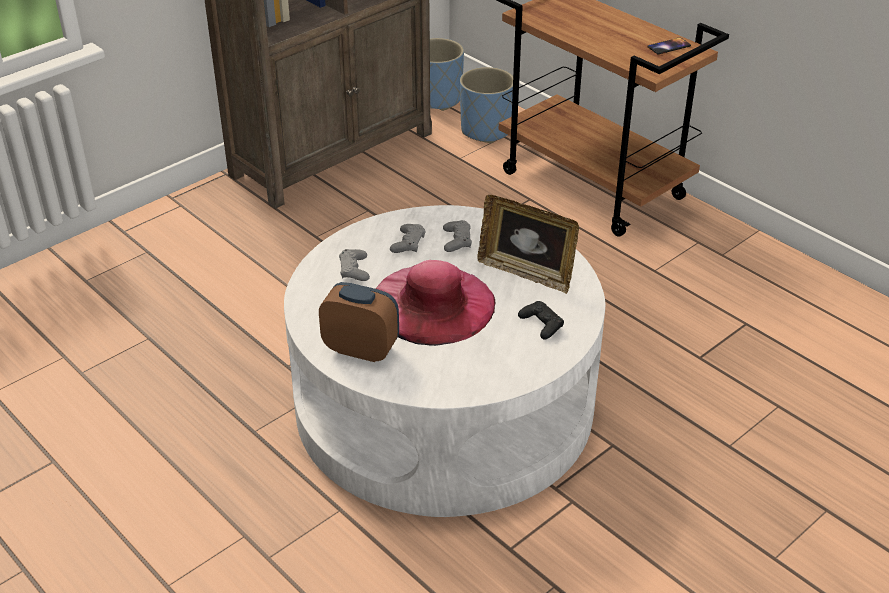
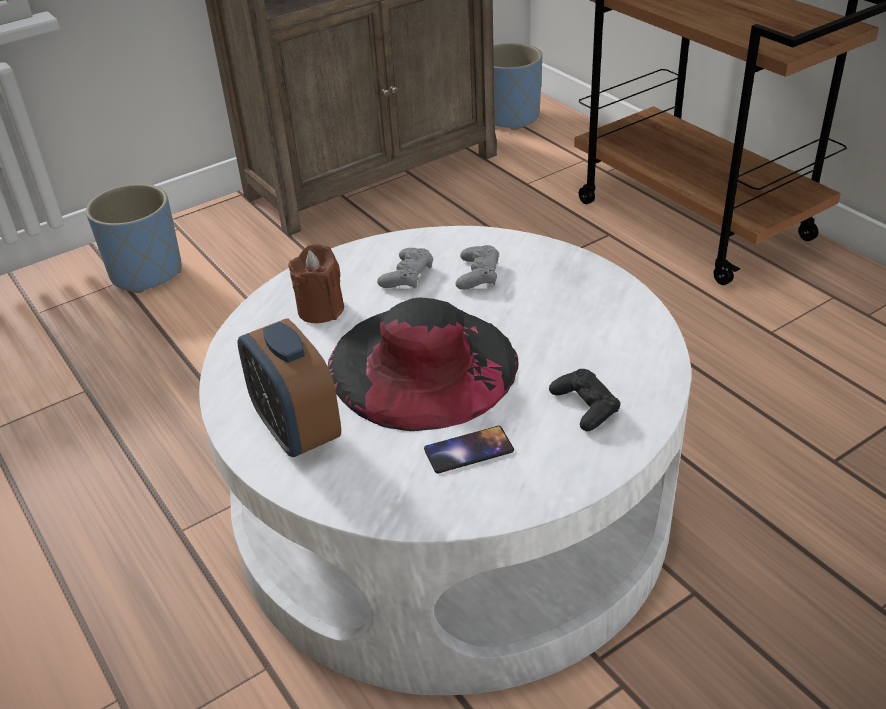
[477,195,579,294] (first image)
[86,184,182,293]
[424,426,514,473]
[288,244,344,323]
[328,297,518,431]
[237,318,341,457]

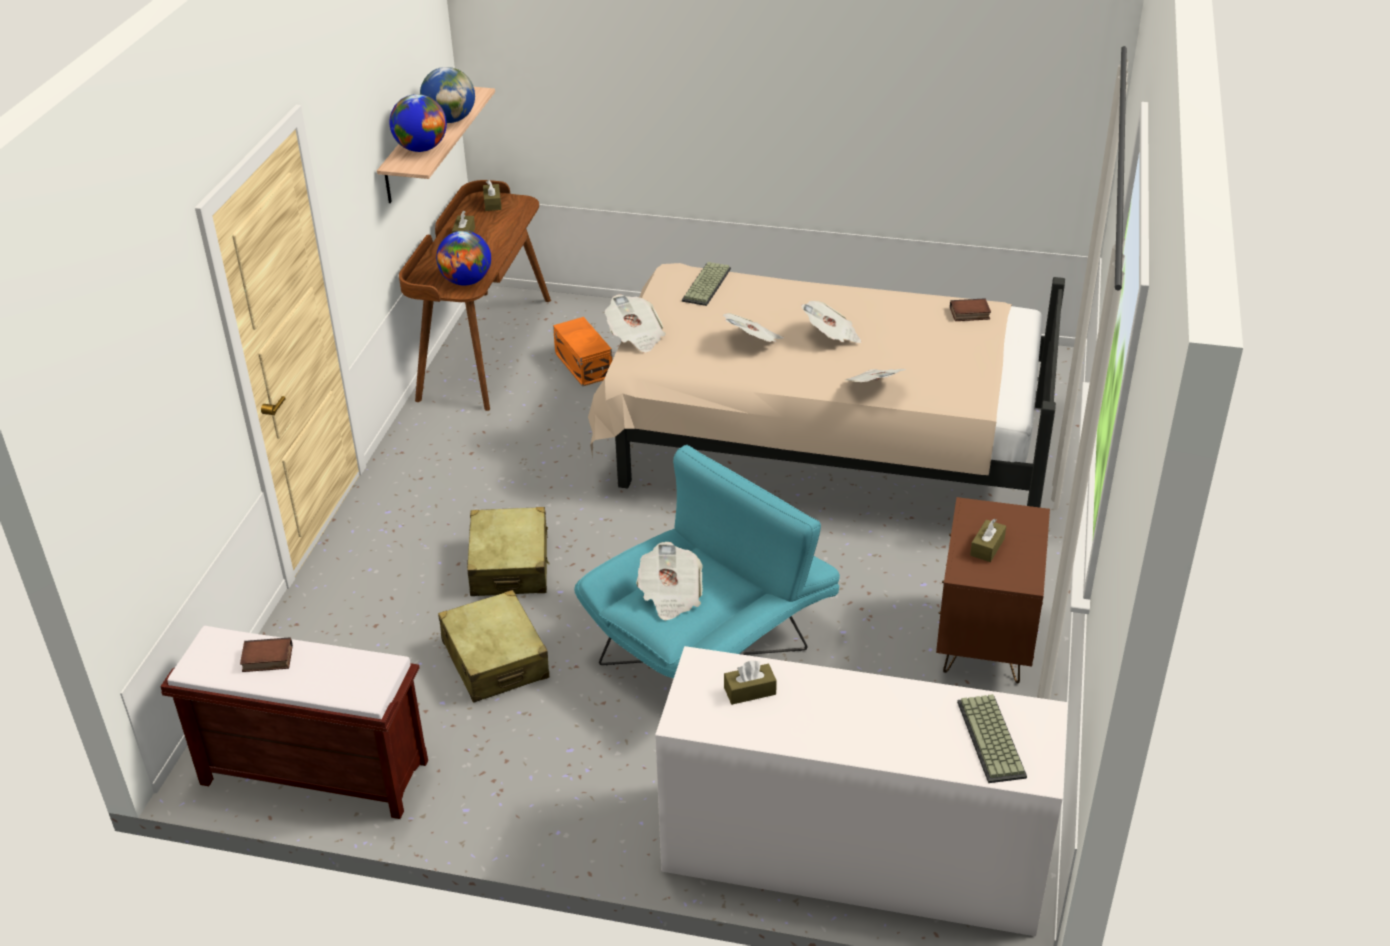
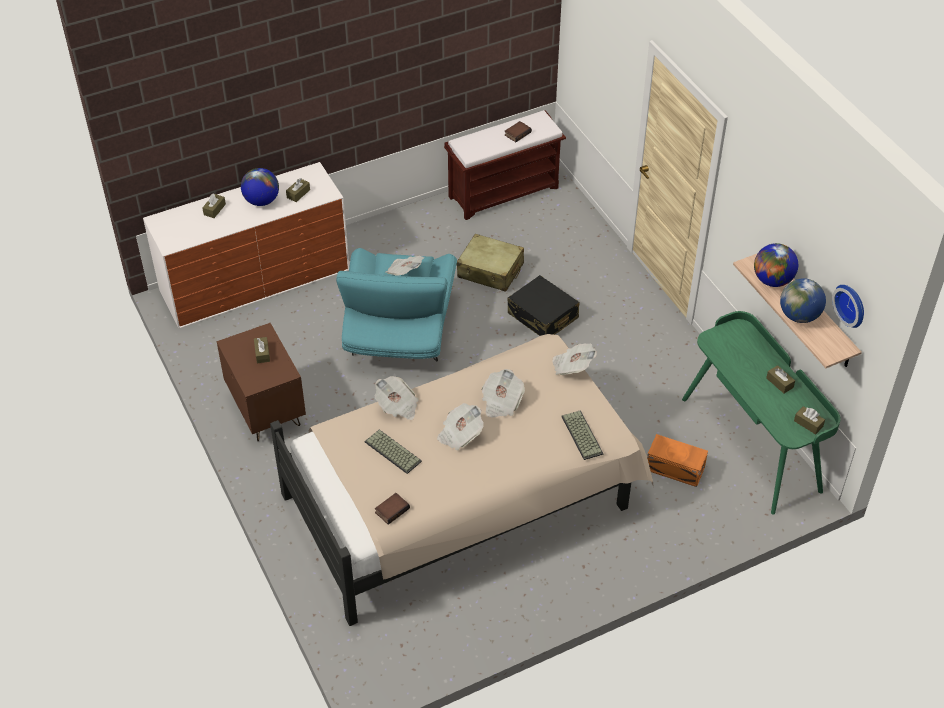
[203,194,226,218]
[832,285,864,328]
[241,168,279,206]
[365,429,422,474]
[682,311,841,515]
[507,275,579,336]

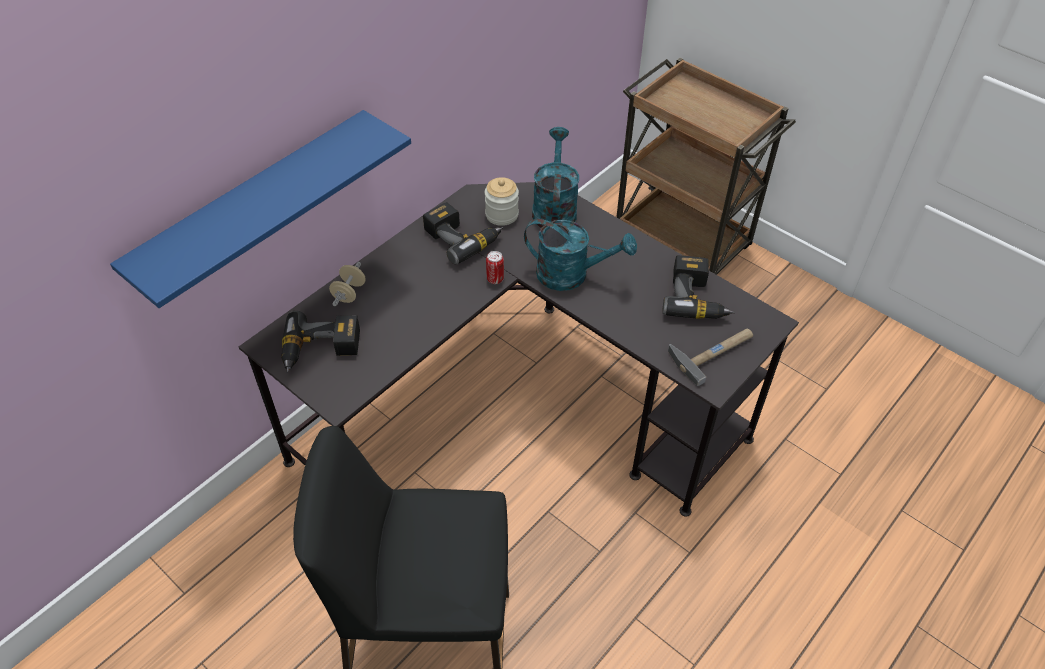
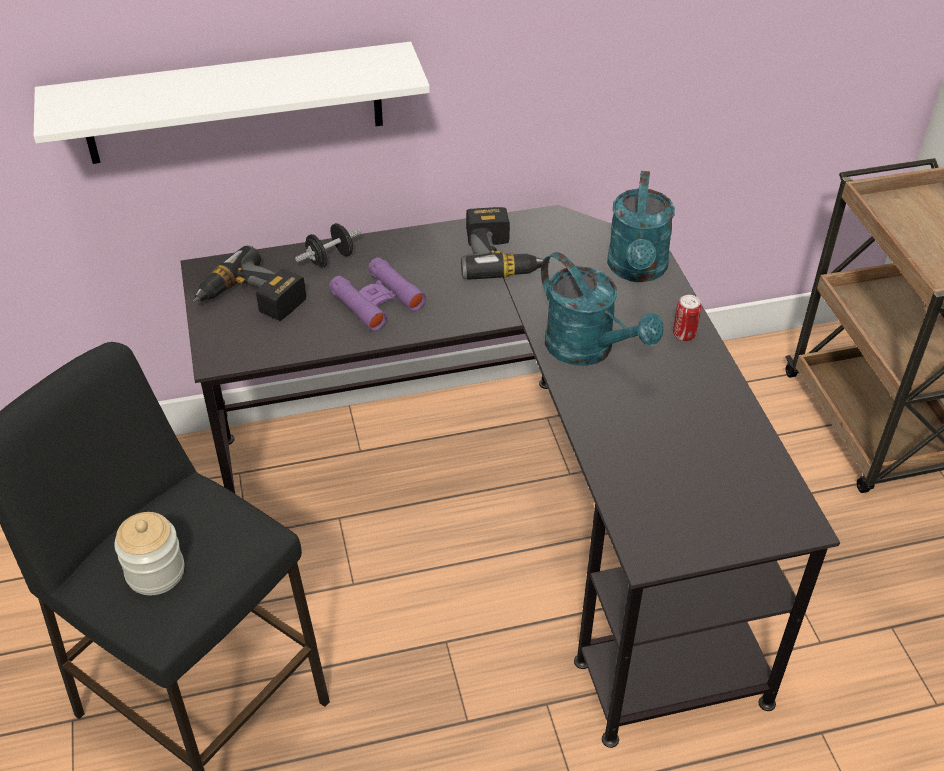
[663,255,735,319] (first image)
[668,328,753,386] (first image)
[329,257,426,331]
[114,512,184,595]
[673,295,701,341]
[34,42,430,164]
[295,223,362,268]
[607,171,675,282]

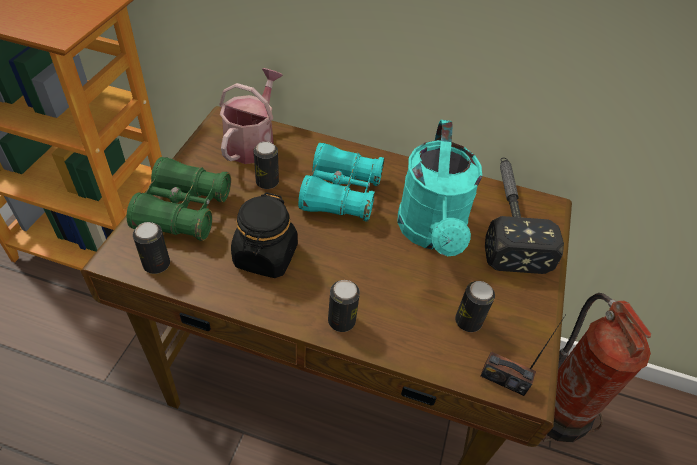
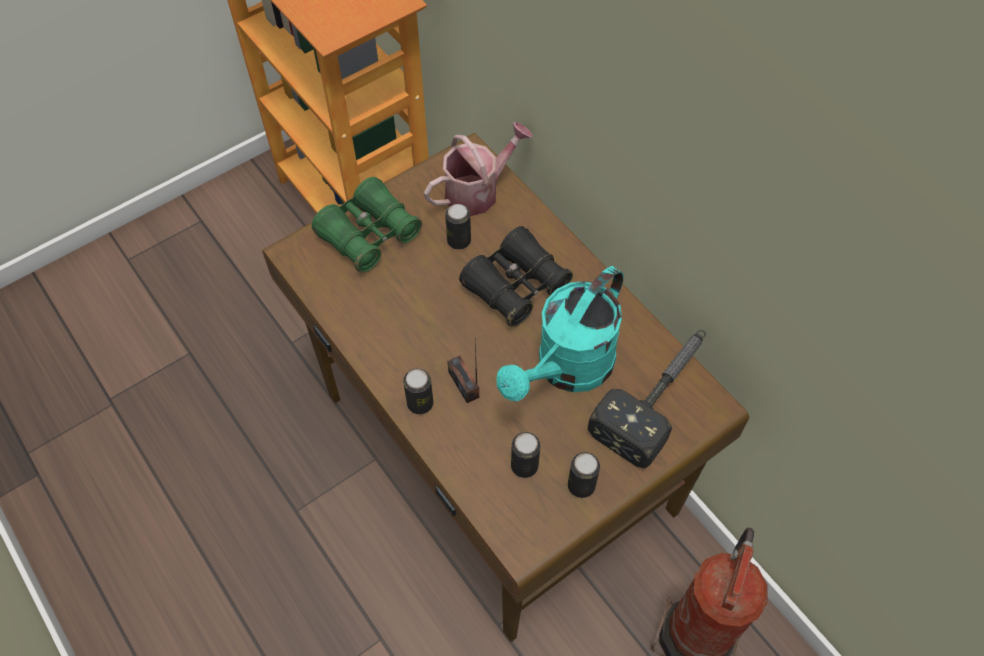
[231,192,298,278] (first image)
[568,452,600,498]
[447,341,479,403]
[459,226,573,327]

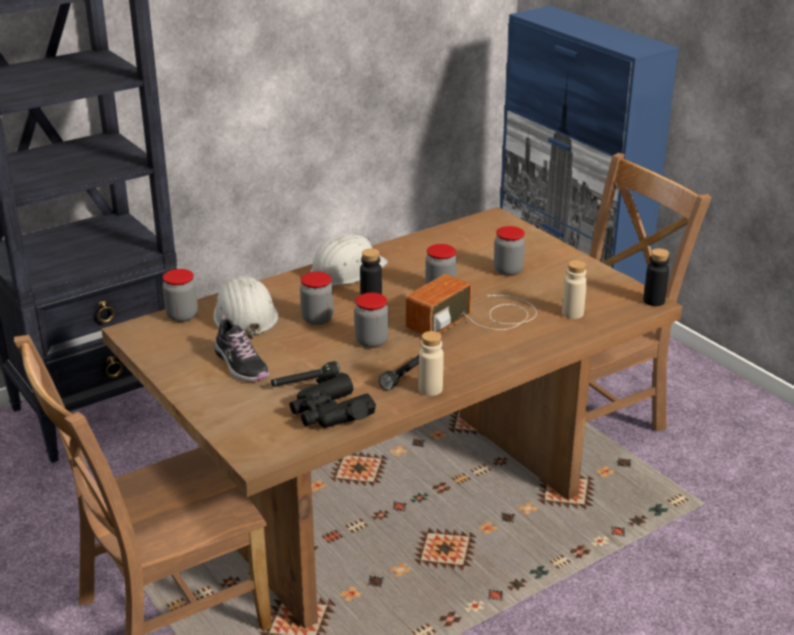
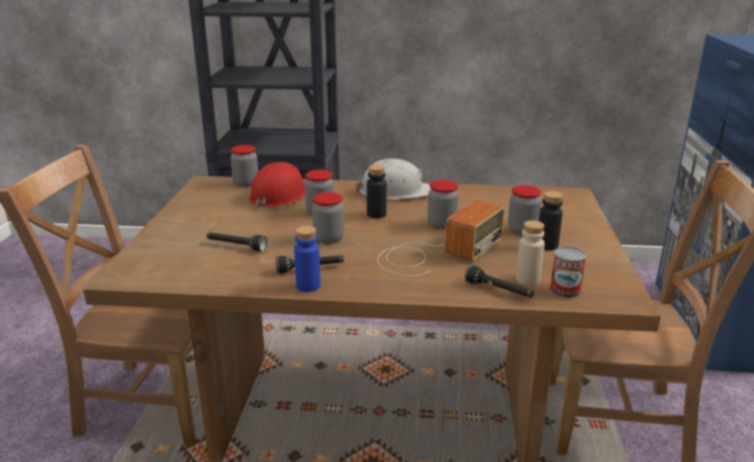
[214,315,269,381] (first image)
[289,372,376,428] (first image)
[465,265,534,298]
[550,246,586,299]
[539,191,563,250]
[249,162,305,208]
[294,226,321,292]
[377,200,505,277]

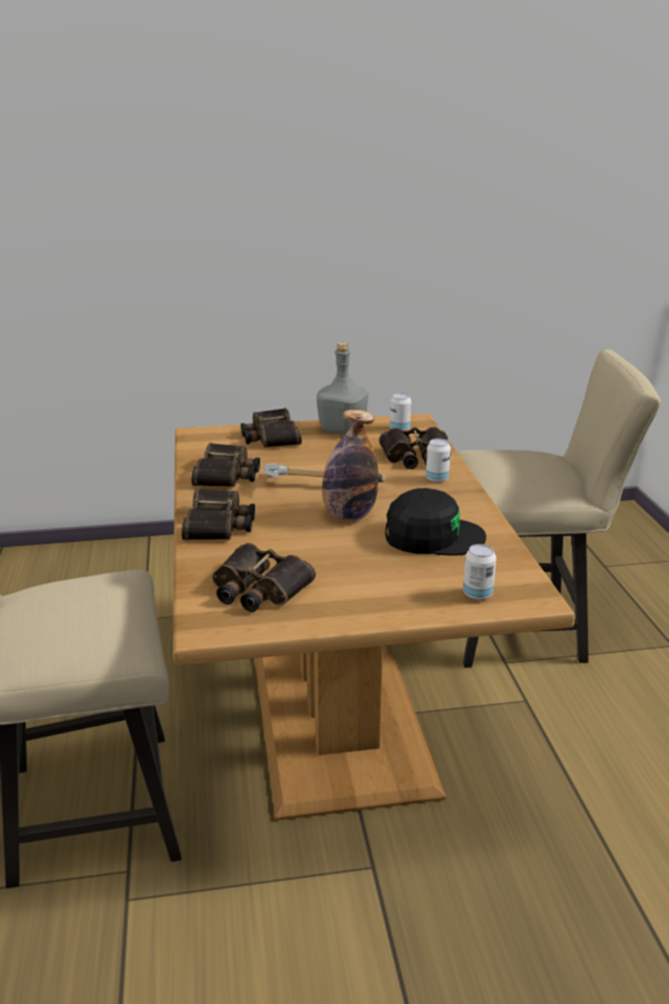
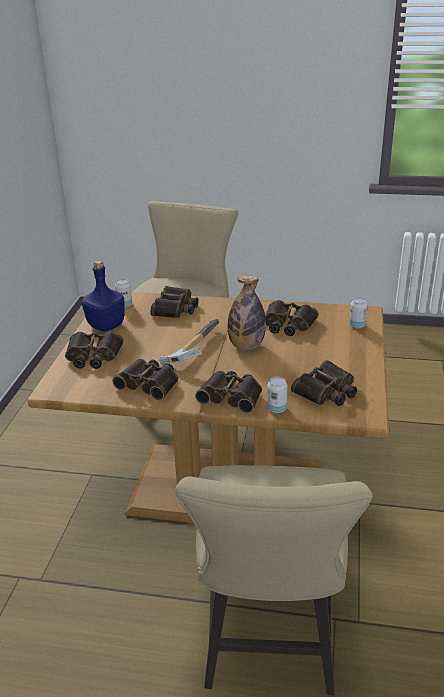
[267,377,288,413]
[265,300,318,336]
[82,261,125,331]

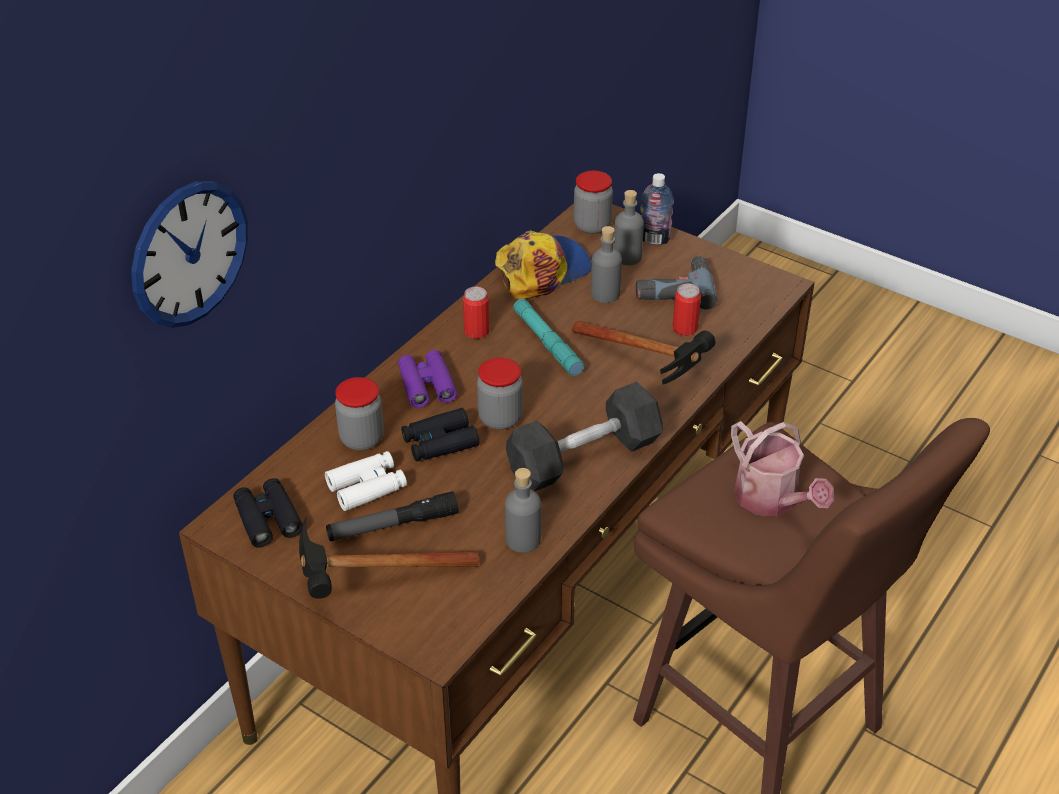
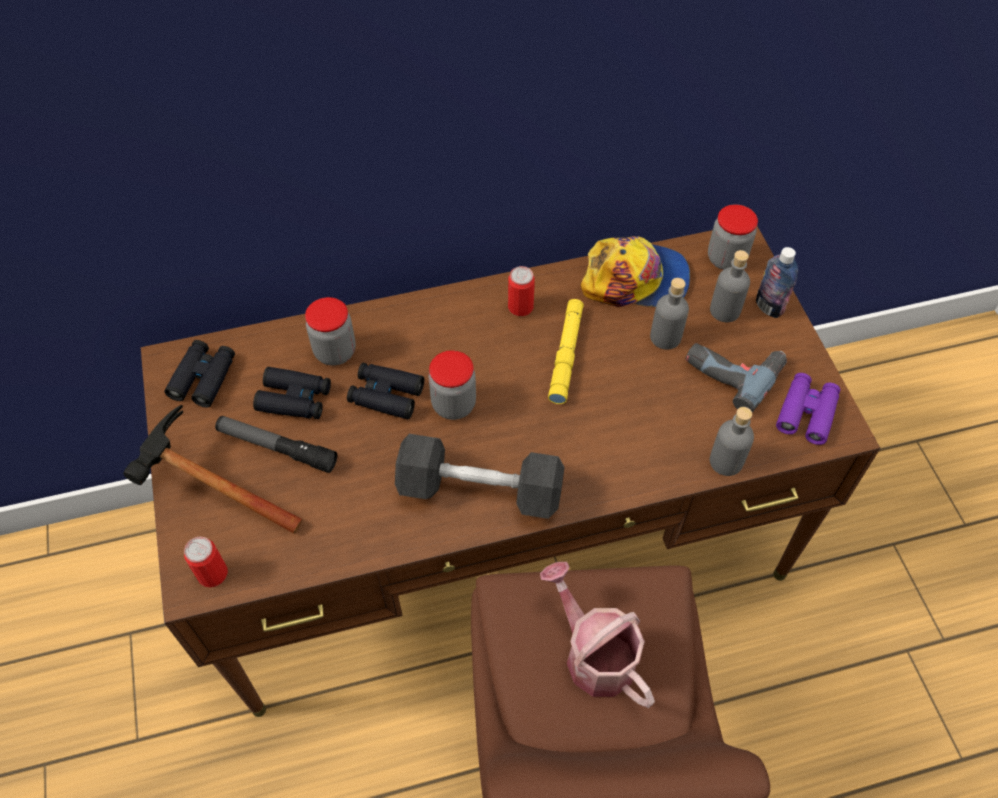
[131,181,248,328] (first image)
[572,321,715,385] (first image)
[776,373,841,445]
[710,407,754,476]
[184,537,228,587]
[253,367,331,419]
[548,299,584,404]
[540,562,655,708]

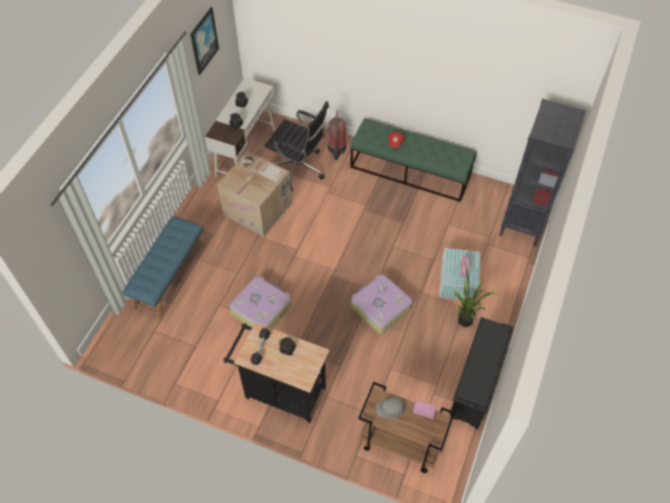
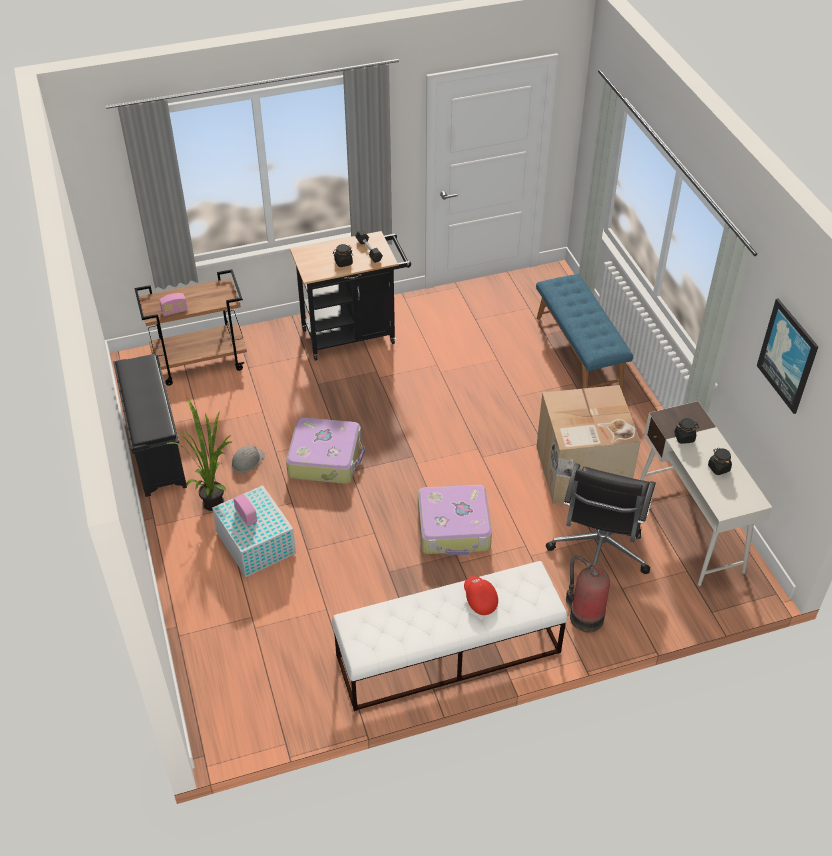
[499,99,586,247] (first image)
[418,485,492,555]
[231,446,265,473]
[332,561,567,711]
[546,463,656,574]

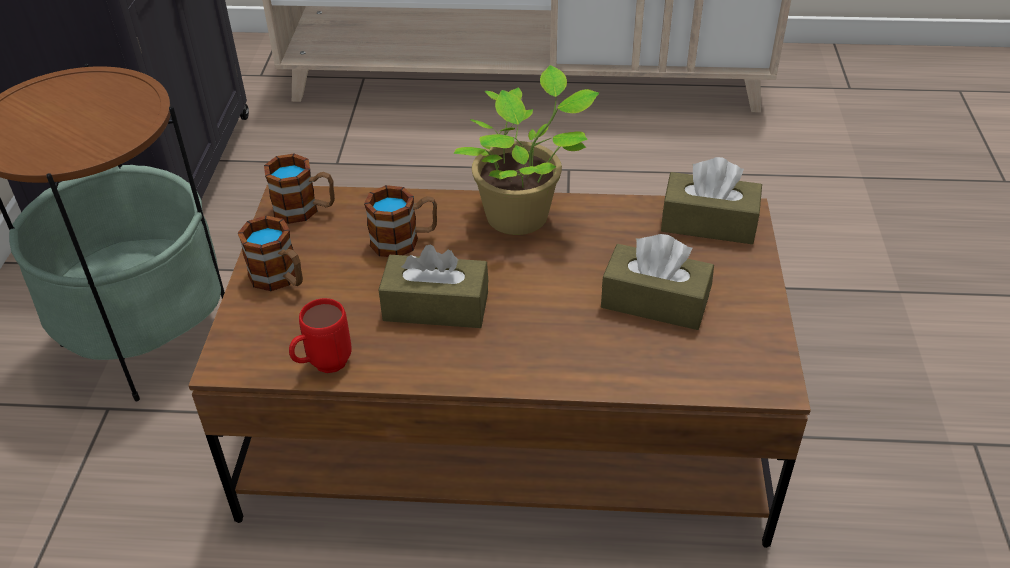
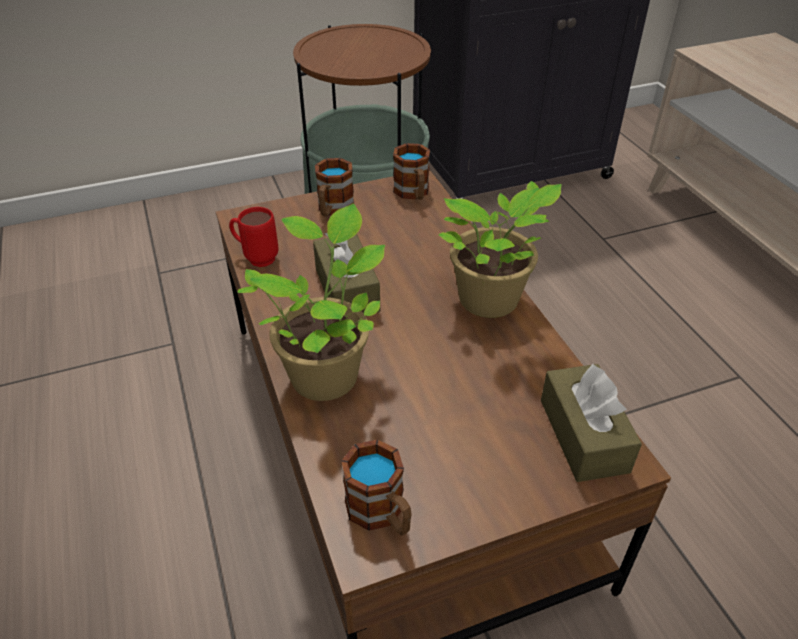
[601,234,714,330] (first image)
[238,204,385,401]
[341,440,412,536]

